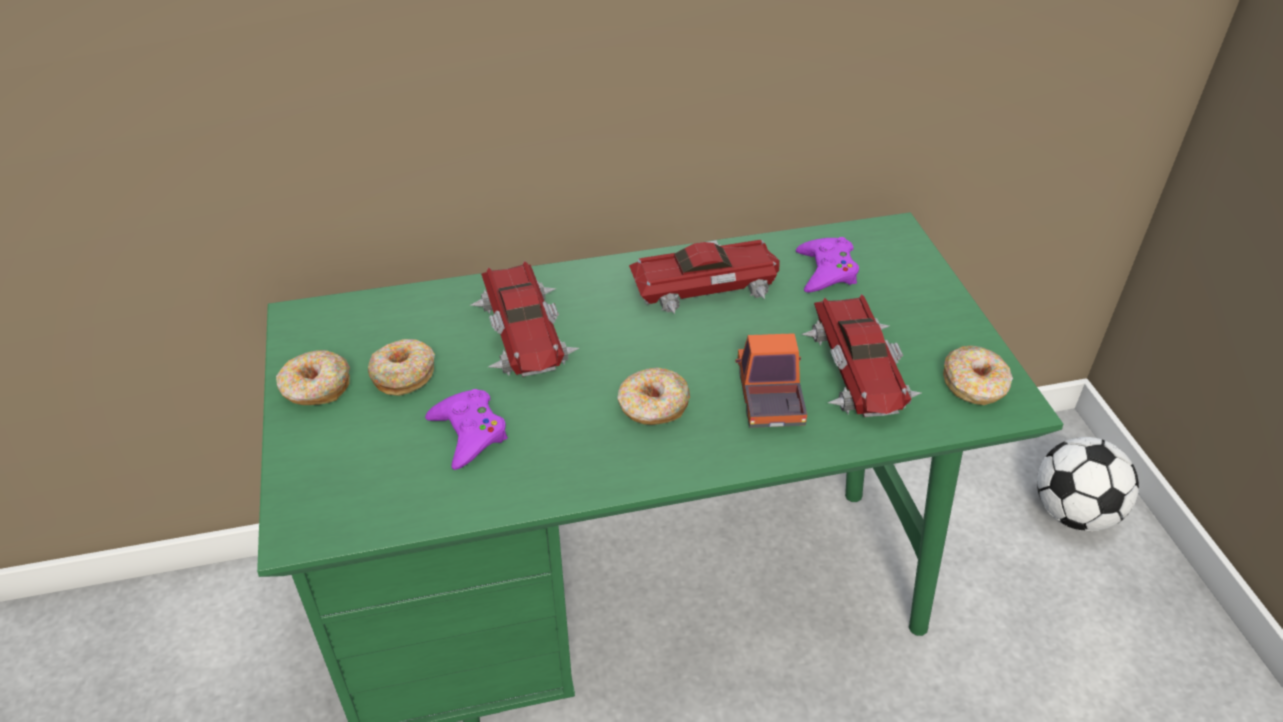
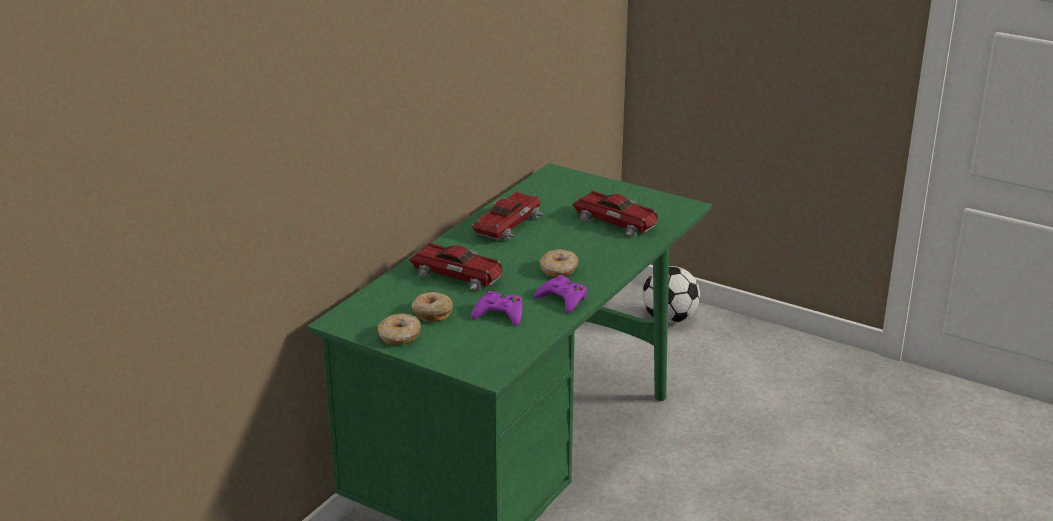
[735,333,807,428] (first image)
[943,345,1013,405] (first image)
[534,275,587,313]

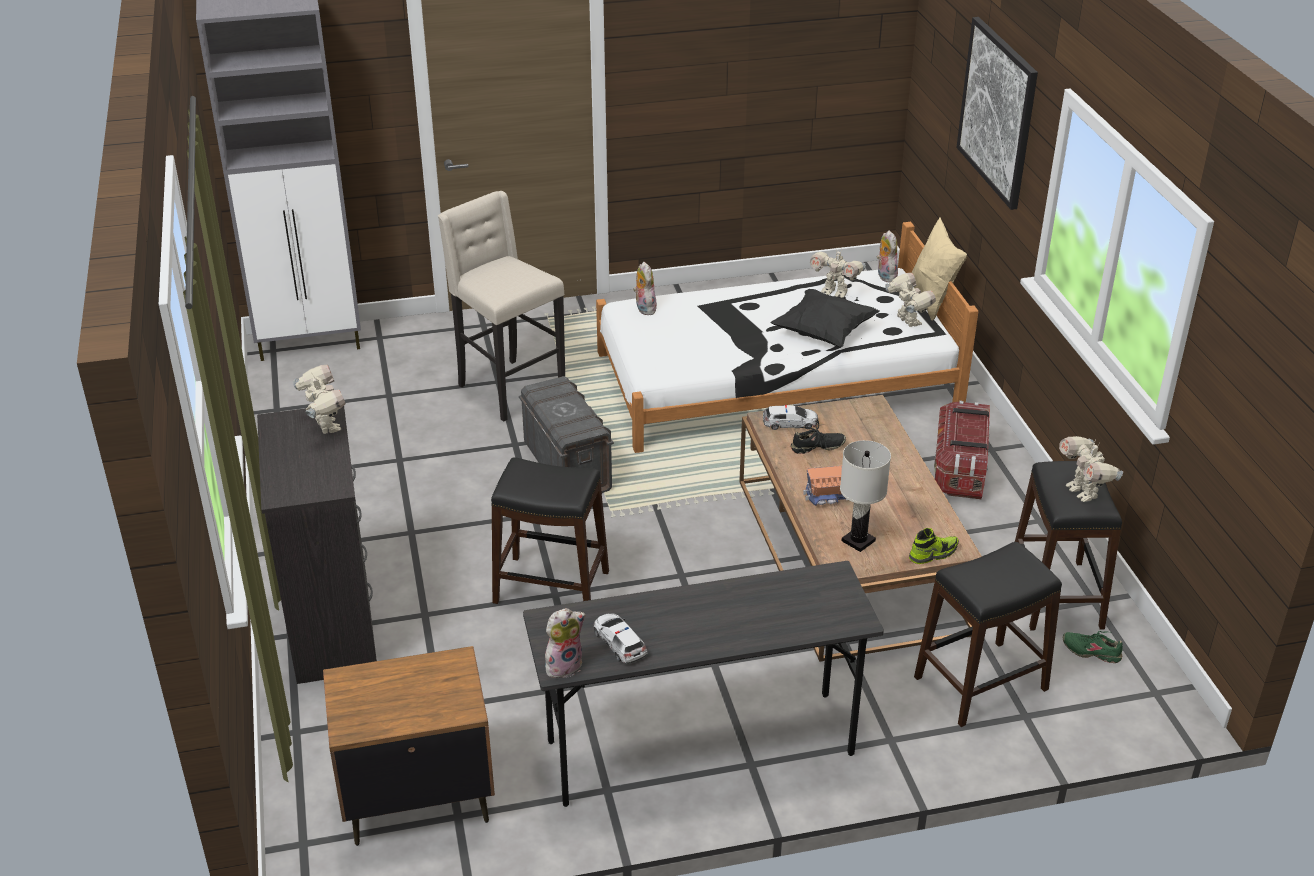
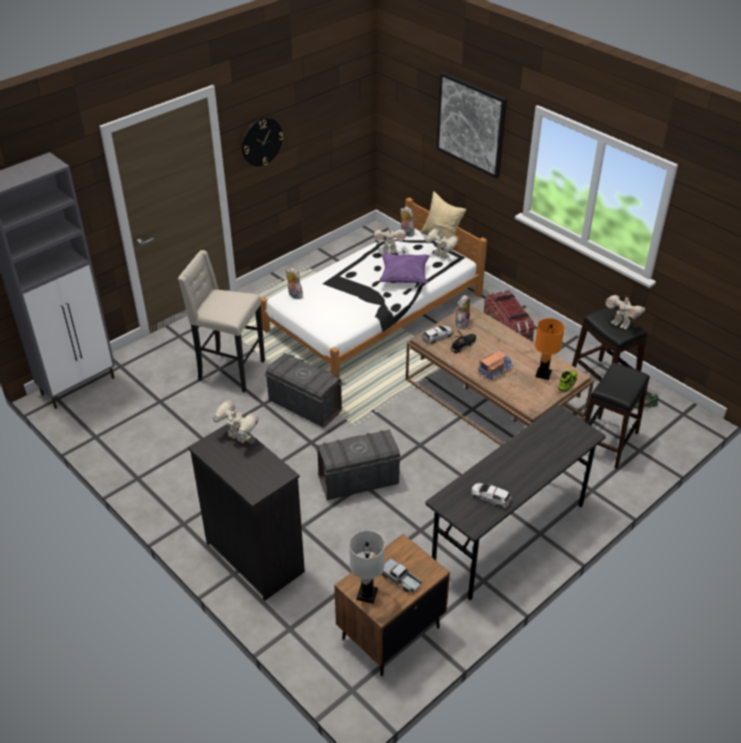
[242,118,283,167]
[382,559,422,592]
[535,318,565,380]
[455,295,470,329]
[349,531,385,604]
[316,430,402,500]
[379,254,429,284]

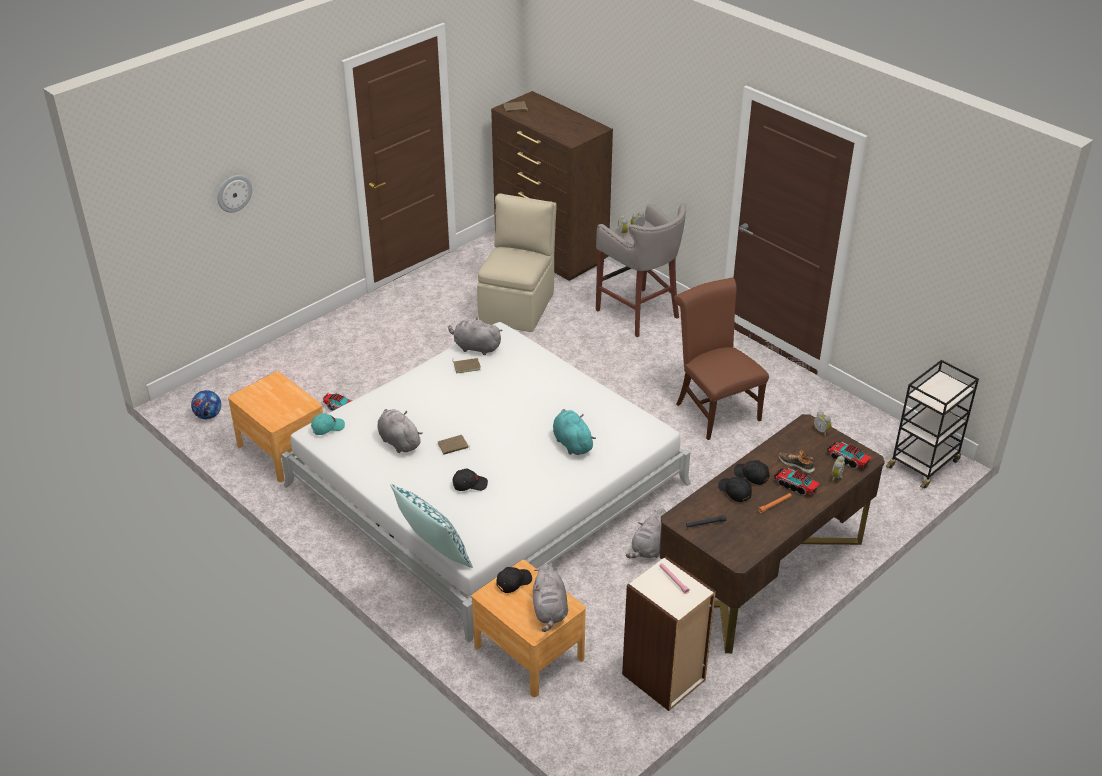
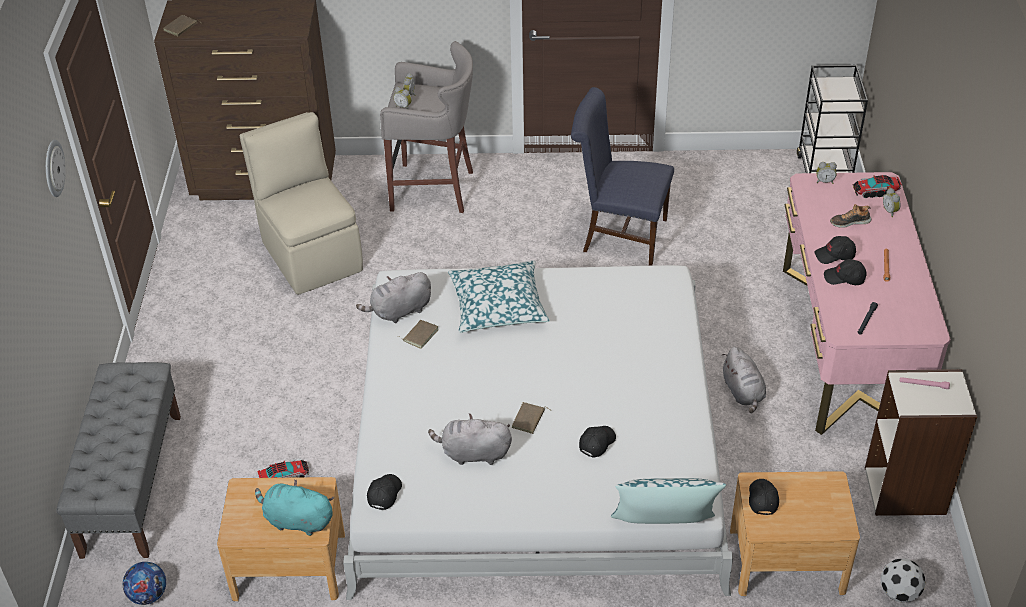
[533,564,568,632] (first image)
[774,468,820,495] (first image)
[56,362,181,559]
[448,261,550,333]
[881,558,925,603]
[46,140,66,197]
[255,479,334,536]
[367,474,402,510]
[783,172,951,435]
[571,87,674,266]

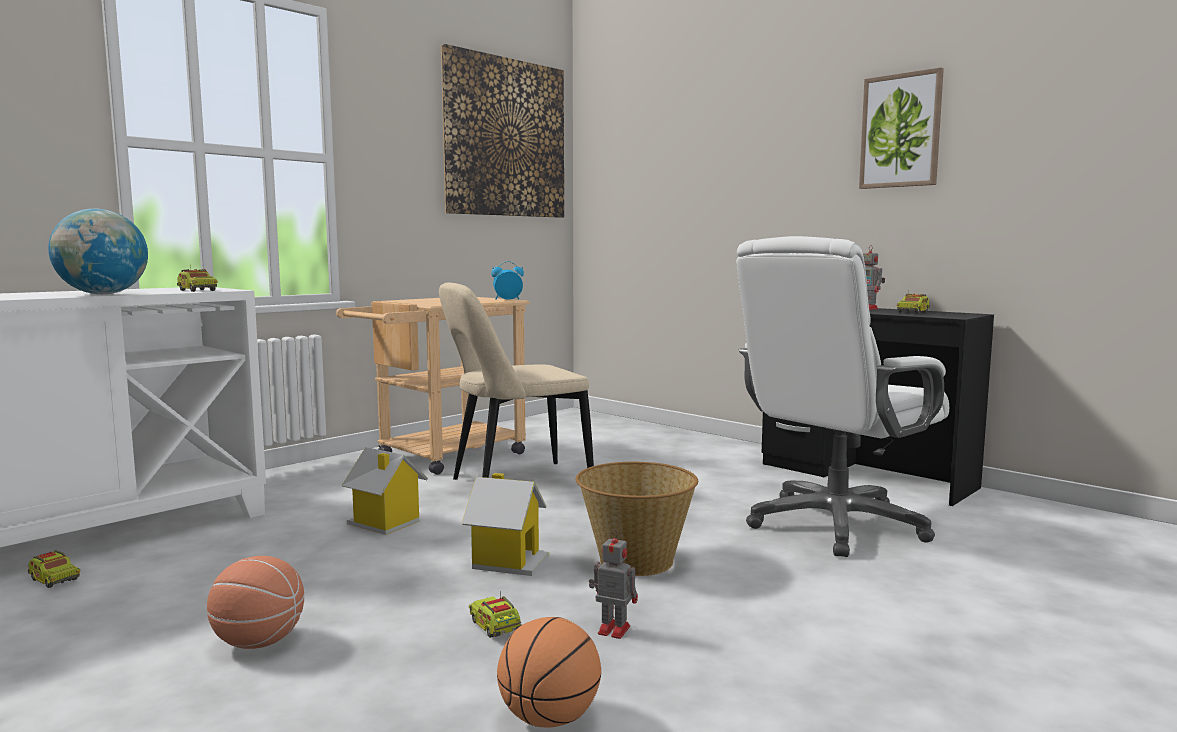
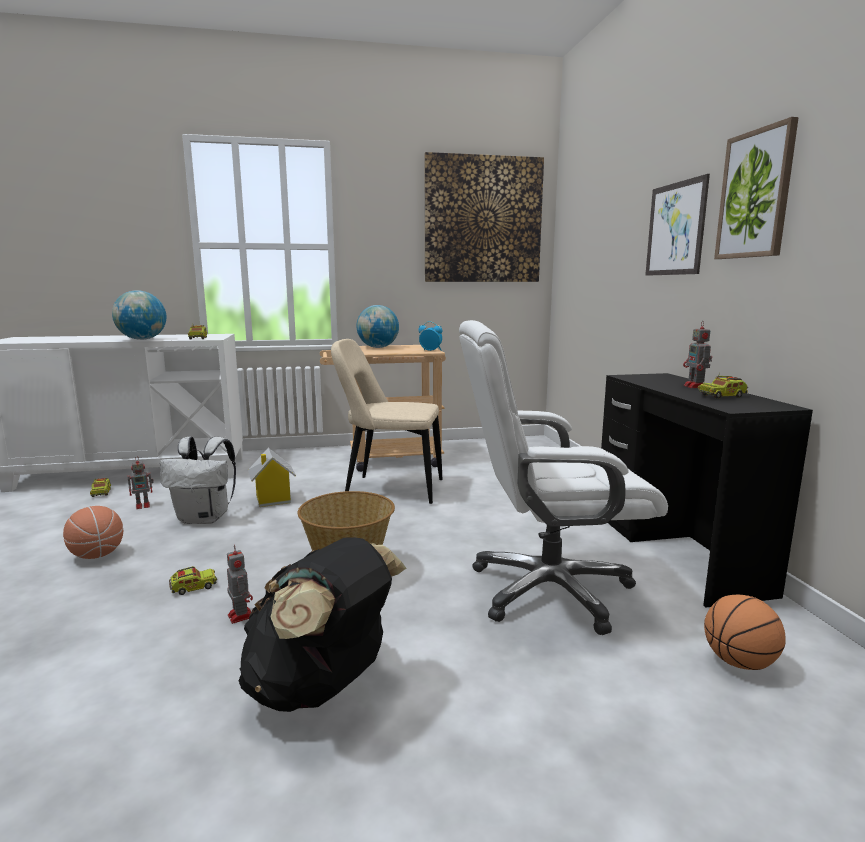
[462,473,549,576] (first image)
[127,456,154,509]
[160,437,236,524]
[238,537,406,712]
[356,305,399,348]
[645,174,710,276]
[704,595,786,670]
[169,566,217,595]

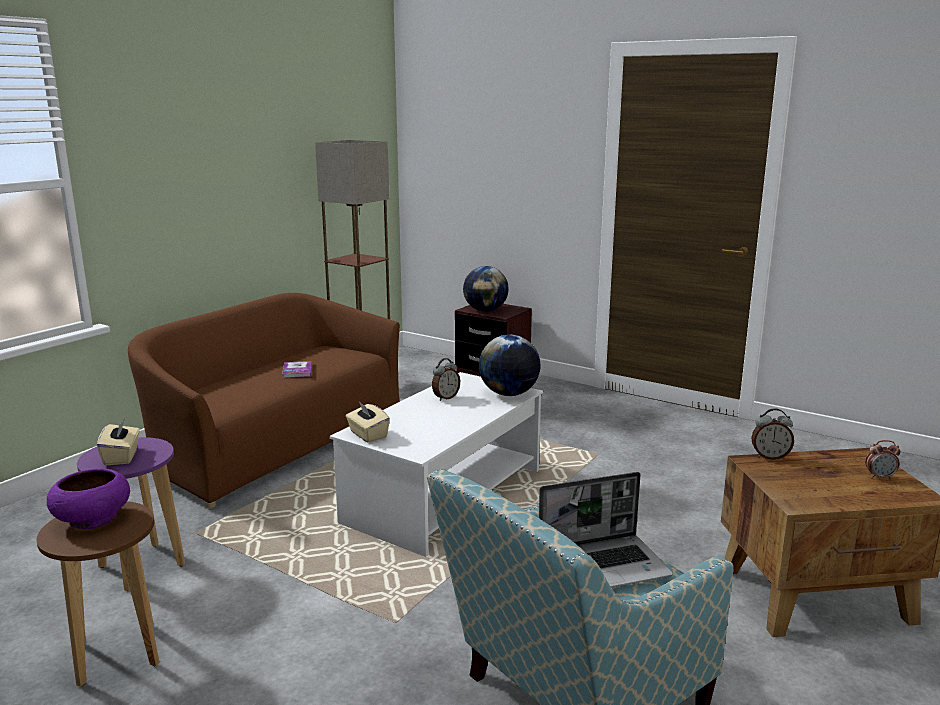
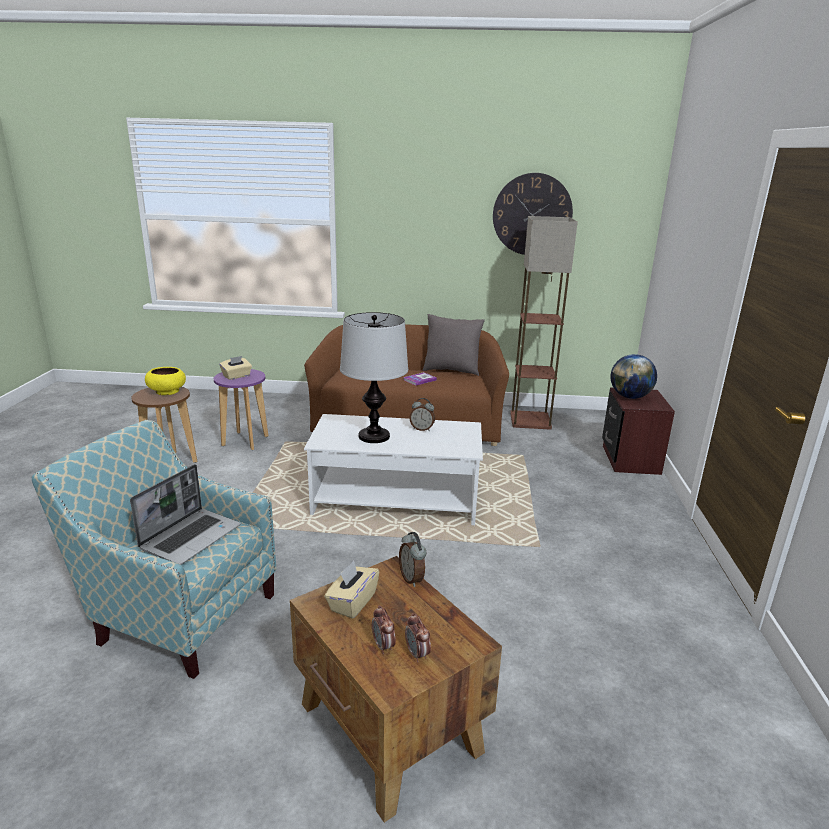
[479,334,541,396] (first image)
[340,312,408,443]
[372,606,396,654]
[423,314,485,376]
[493,173,573,255]
[324,561,379,619]
[145,367,186,395]
[130,464,240,565]

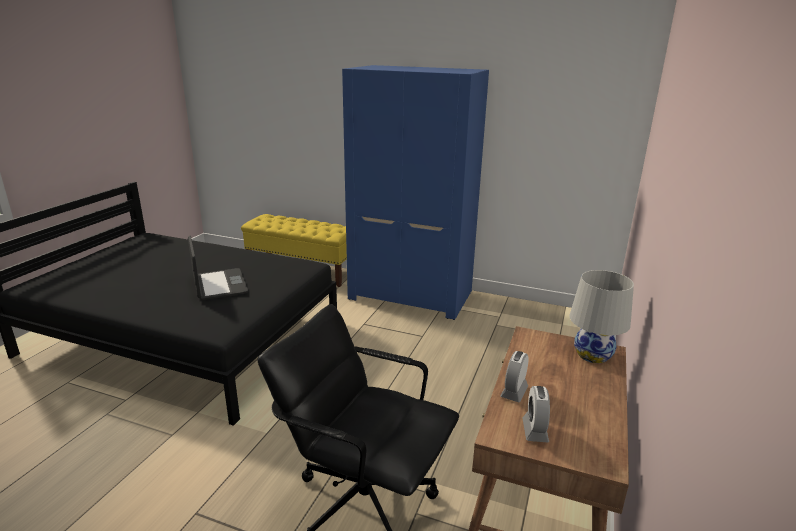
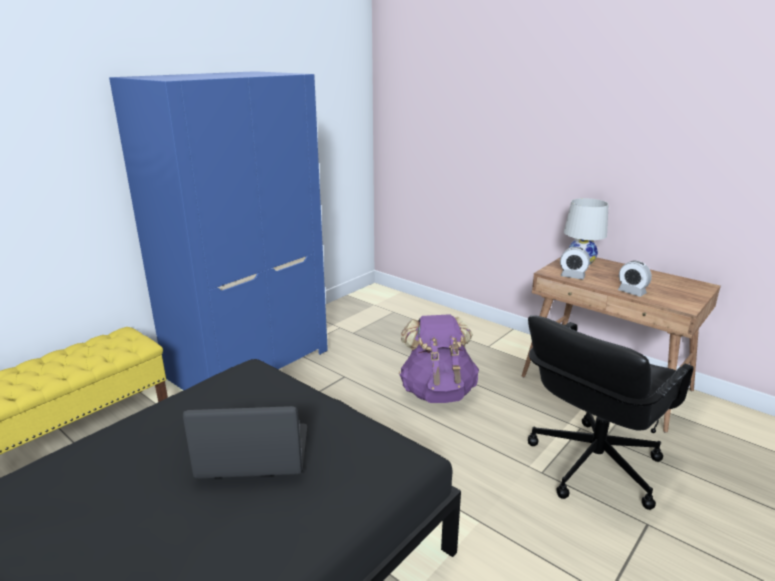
[399,314,479,403]
[560,247,590,280]

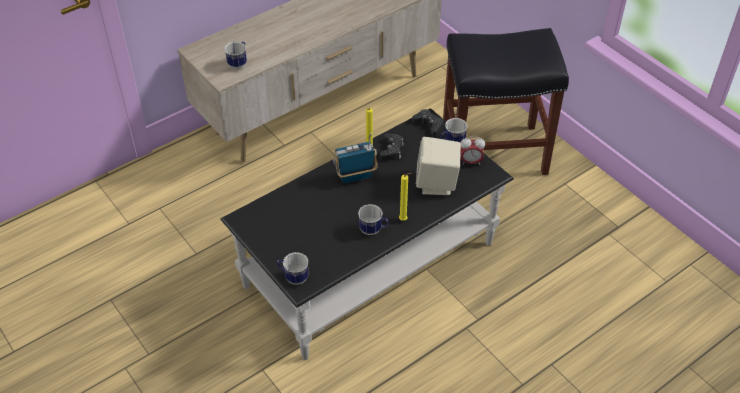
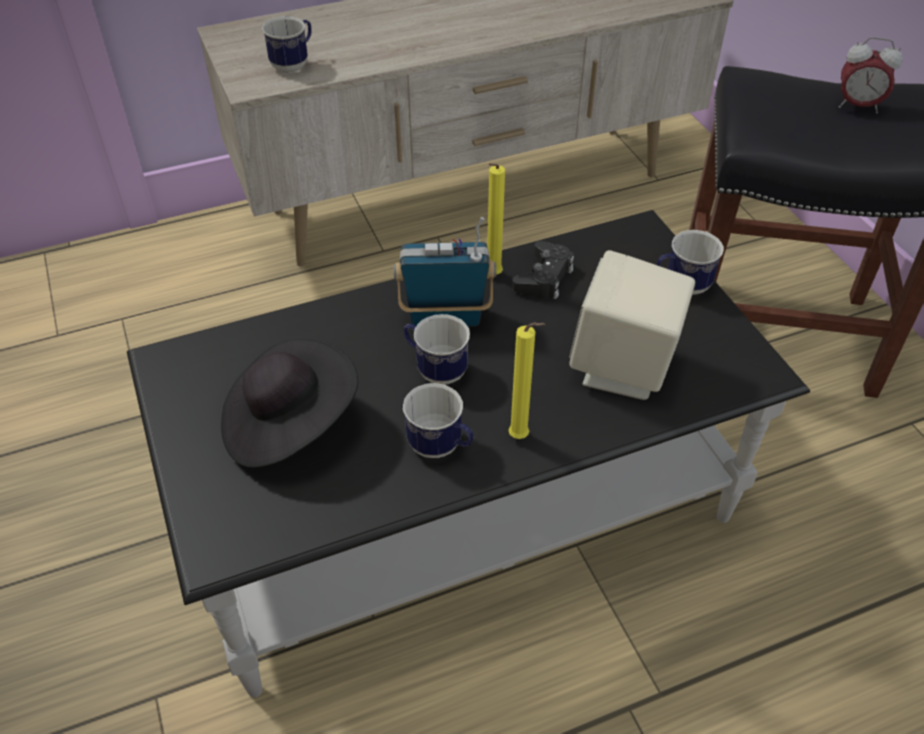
[412,109,443,135] (first image)
[221,337,358,468]
[403,314,470,385]
[839,37,903,113]

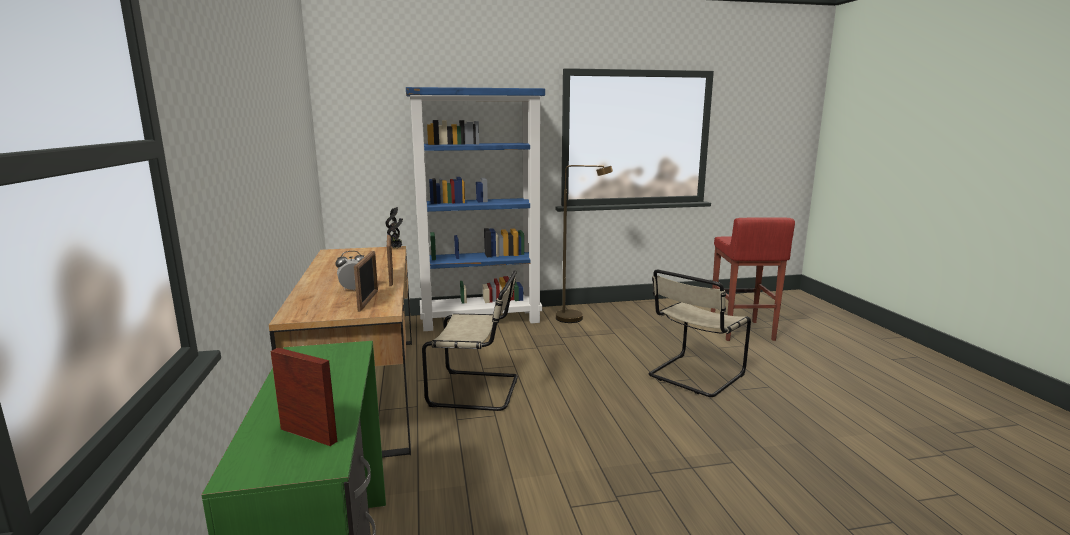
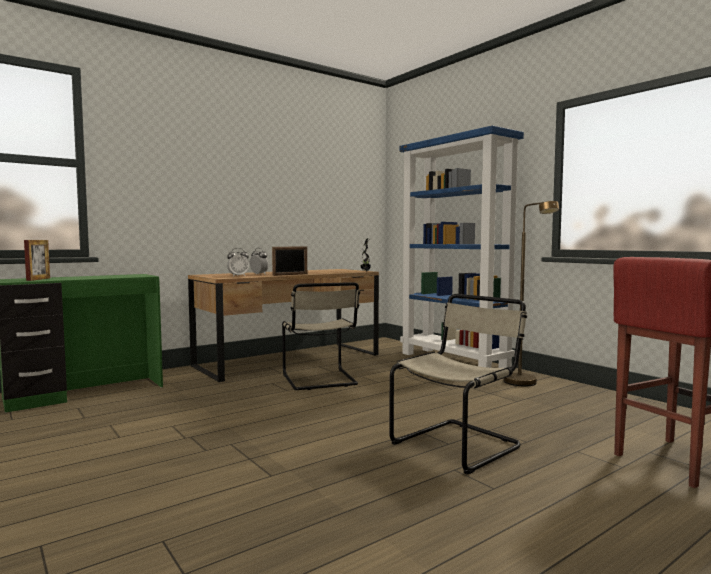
[227,248,249,277]
[389,294,527,475]

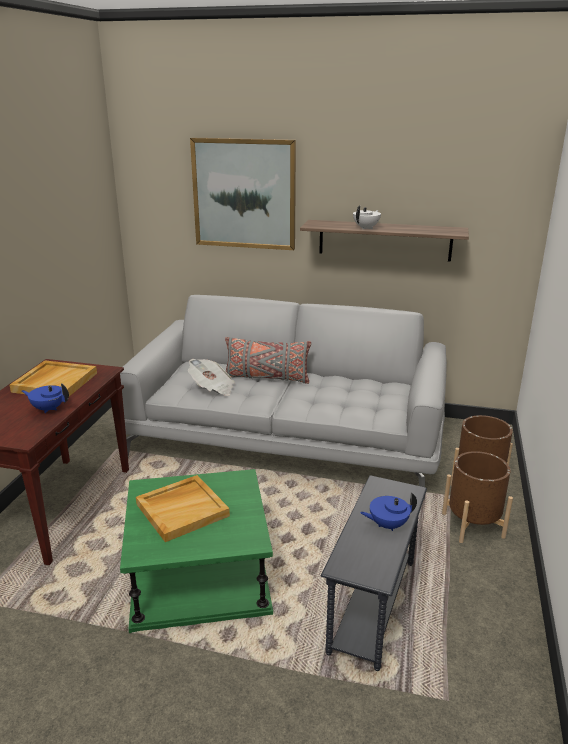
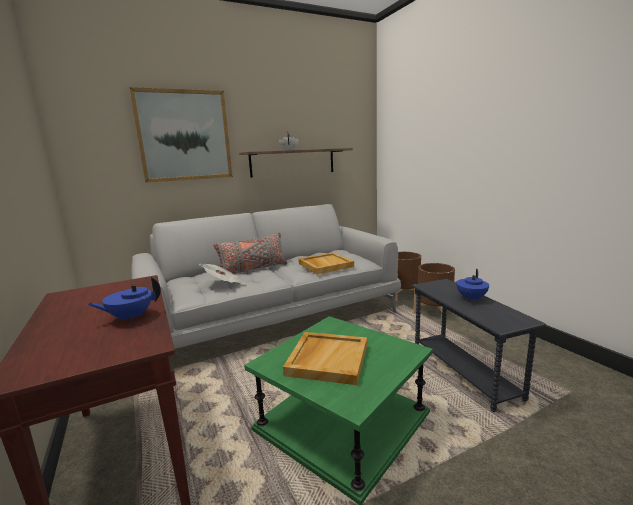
[298,252,354,275]

